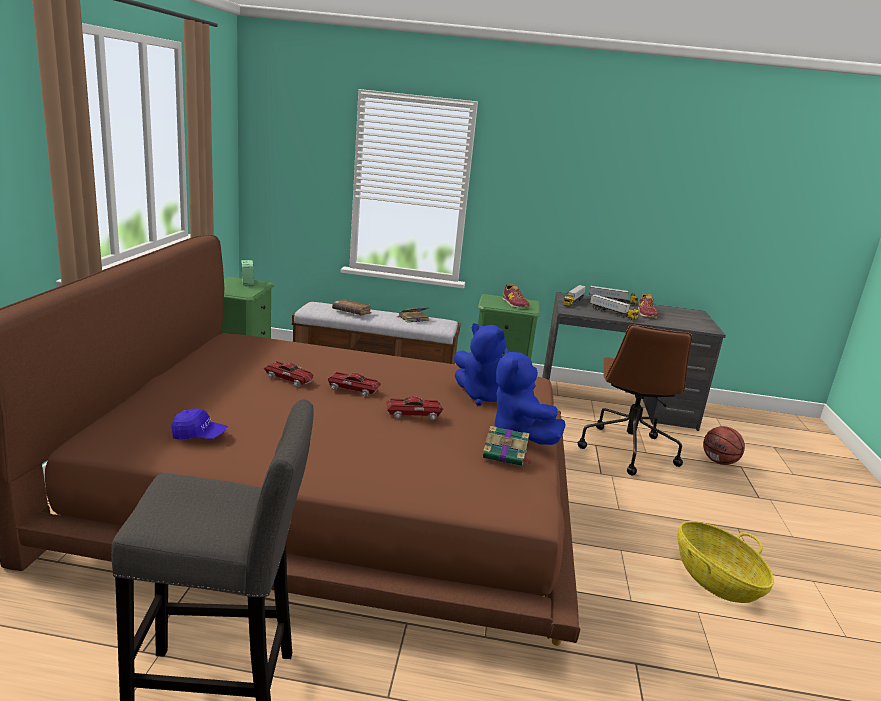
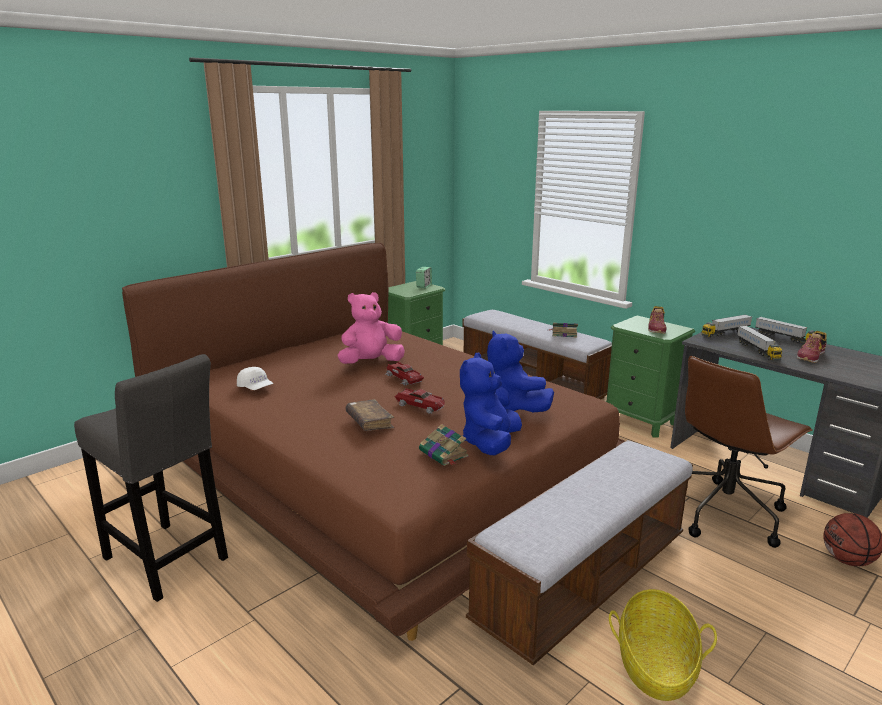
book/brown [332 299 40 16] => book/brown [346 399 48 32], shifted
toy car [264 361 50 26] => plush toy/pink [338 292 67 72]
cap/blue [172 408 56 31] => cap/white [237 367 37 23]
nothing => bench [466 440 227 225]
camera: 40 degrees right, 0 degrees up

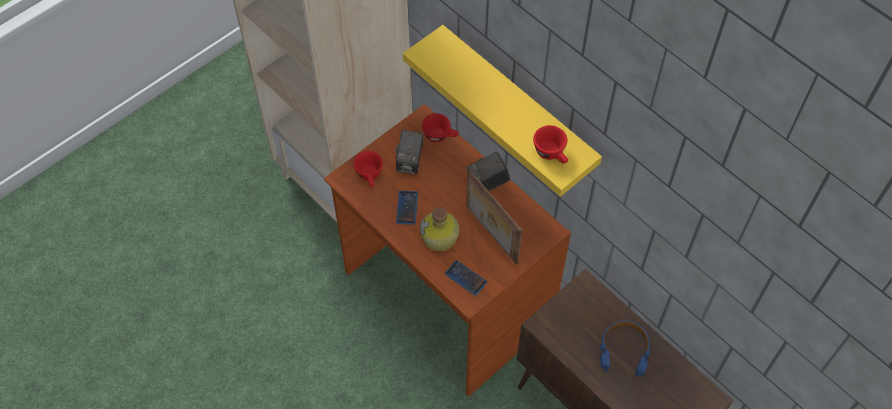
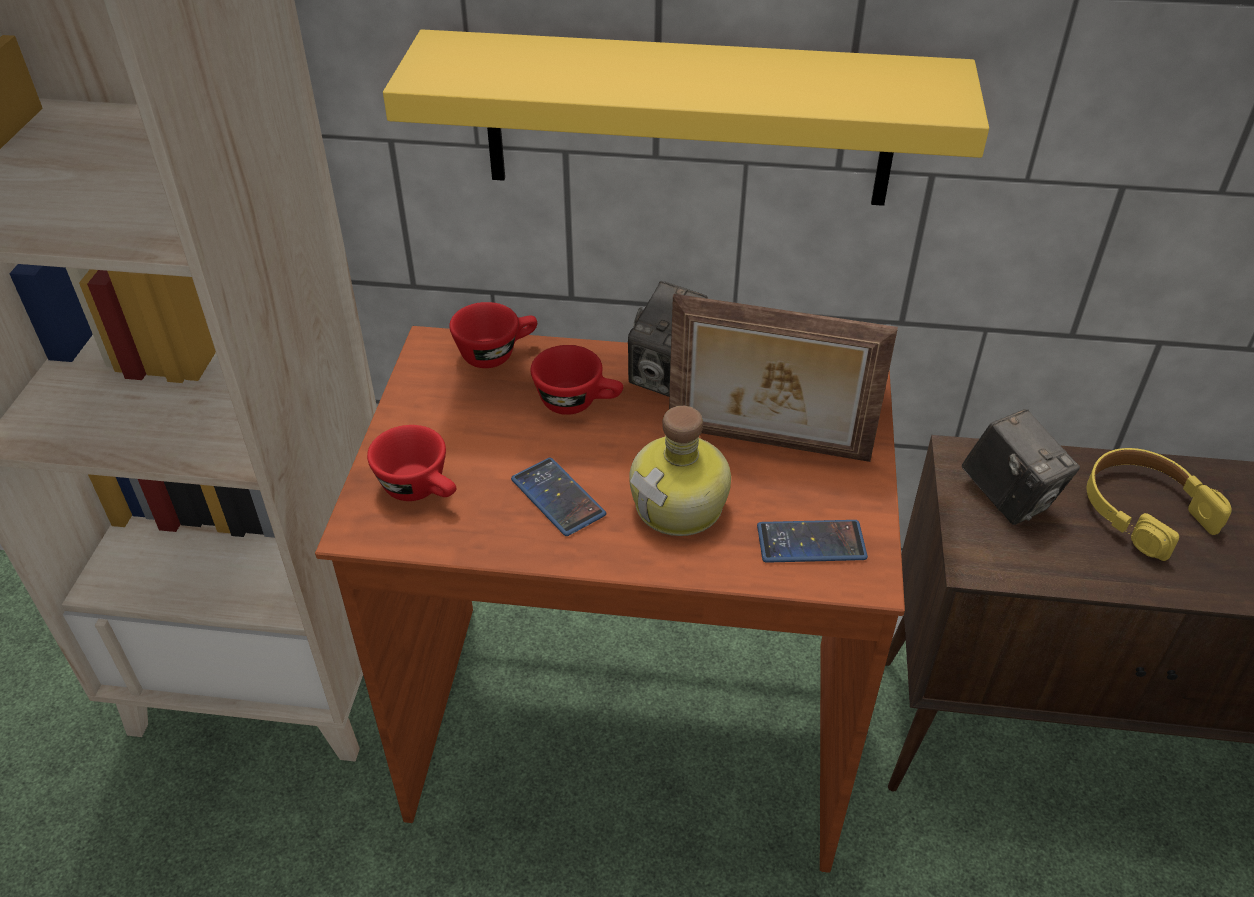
cup/red [533 125 35 38] => cup/red [531 345 92 70], shifted
photo camera [396 130 27 44] => photo camera [962 409 118 116], shifted
headphones/blue [600 320 50 57] => headphones/yellow [1087 448 145 113]
camera: 40 degrees left, 15 degrees down

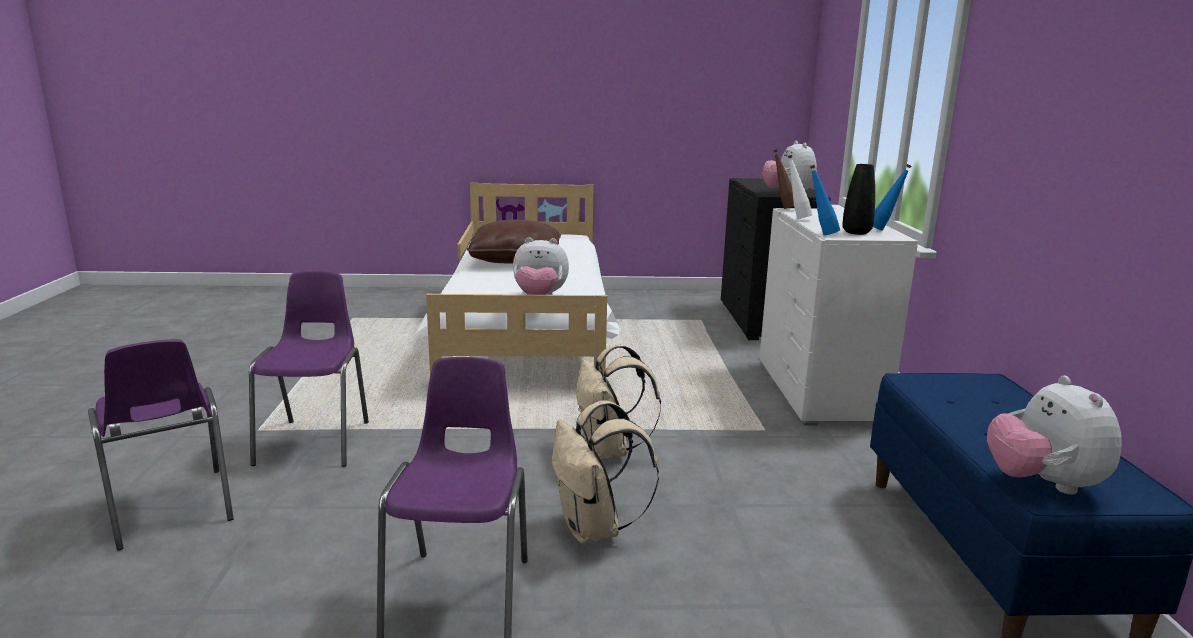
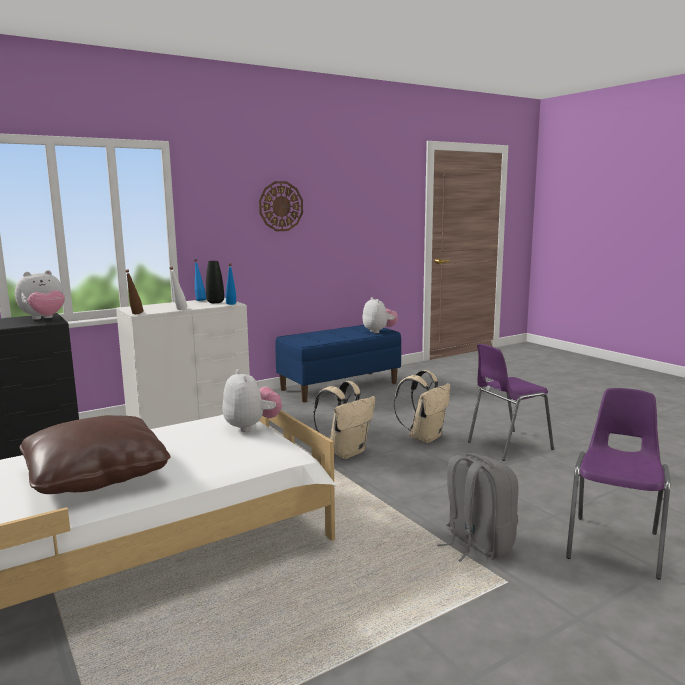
chair/purple [249 271 120 196] => backpack/grey [437 453 81 109]
plush toy [987 376 135 119] => plush toy [363 297 35 36], 75 degrees counterclockwise
nothing => wall clock [259 181 44 50]
camera: 120 degrees left, 5 degrees down

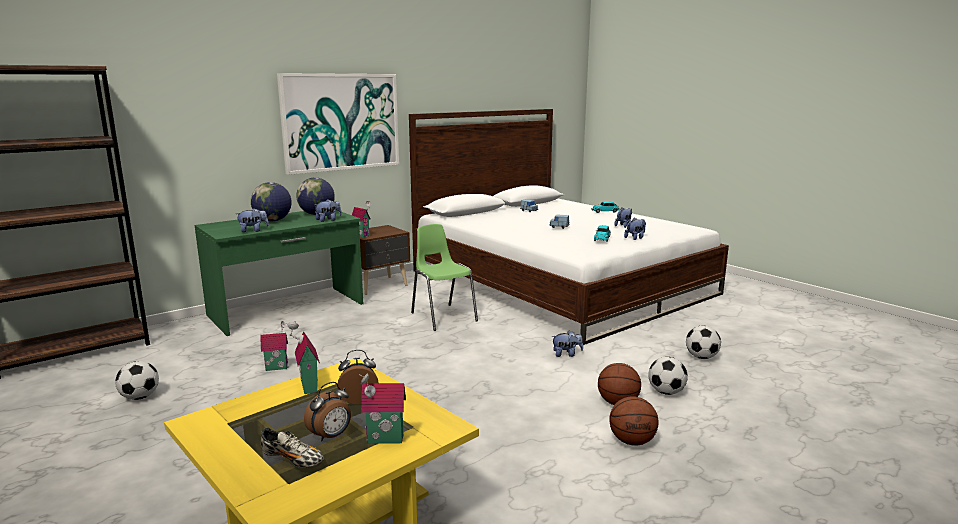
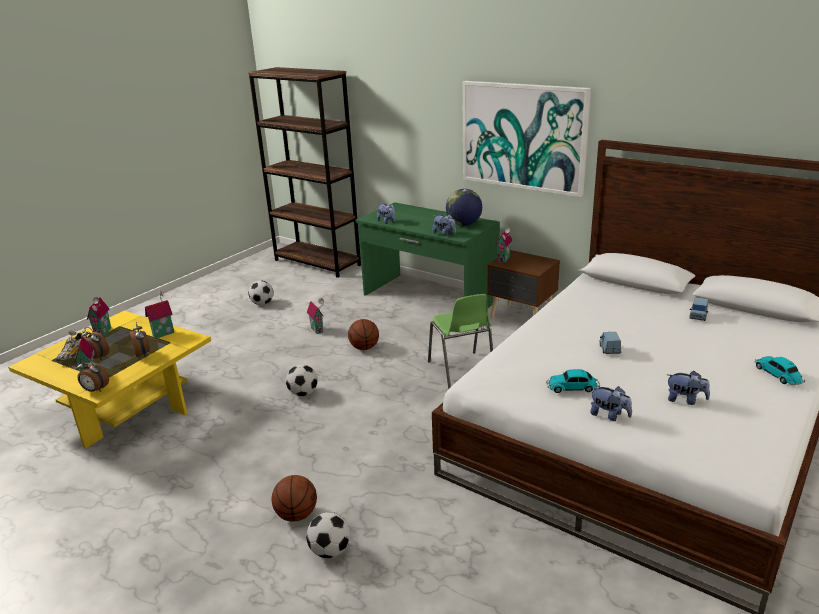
globe [251 182 41 39] => nothing
chair/green [411 224 67 107] => chair/green [428 294 65 96], 120 degrees clockwise
football [686 326 35 33] => football [286 365 32 31], shifted
plush toy [551 330 32 27] => nothing
basketball [609 396 50 50] => basketball [348 319 31 31], shifted
nothing => toy house [87 297 24 40]
nothing => alarm clock [76 358 33 34]
camera: 75 degrees right, 10 degrees up

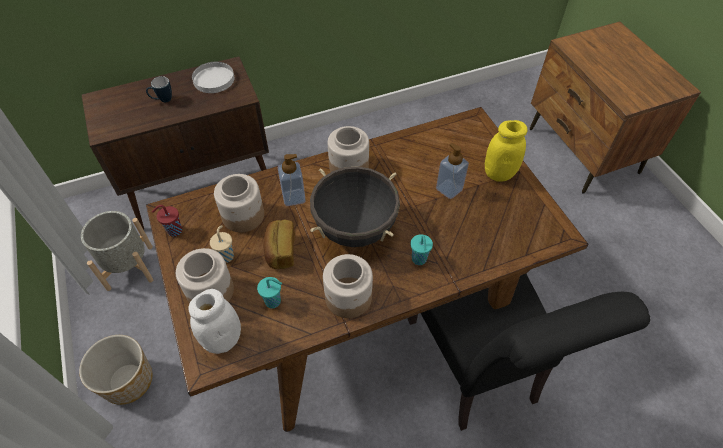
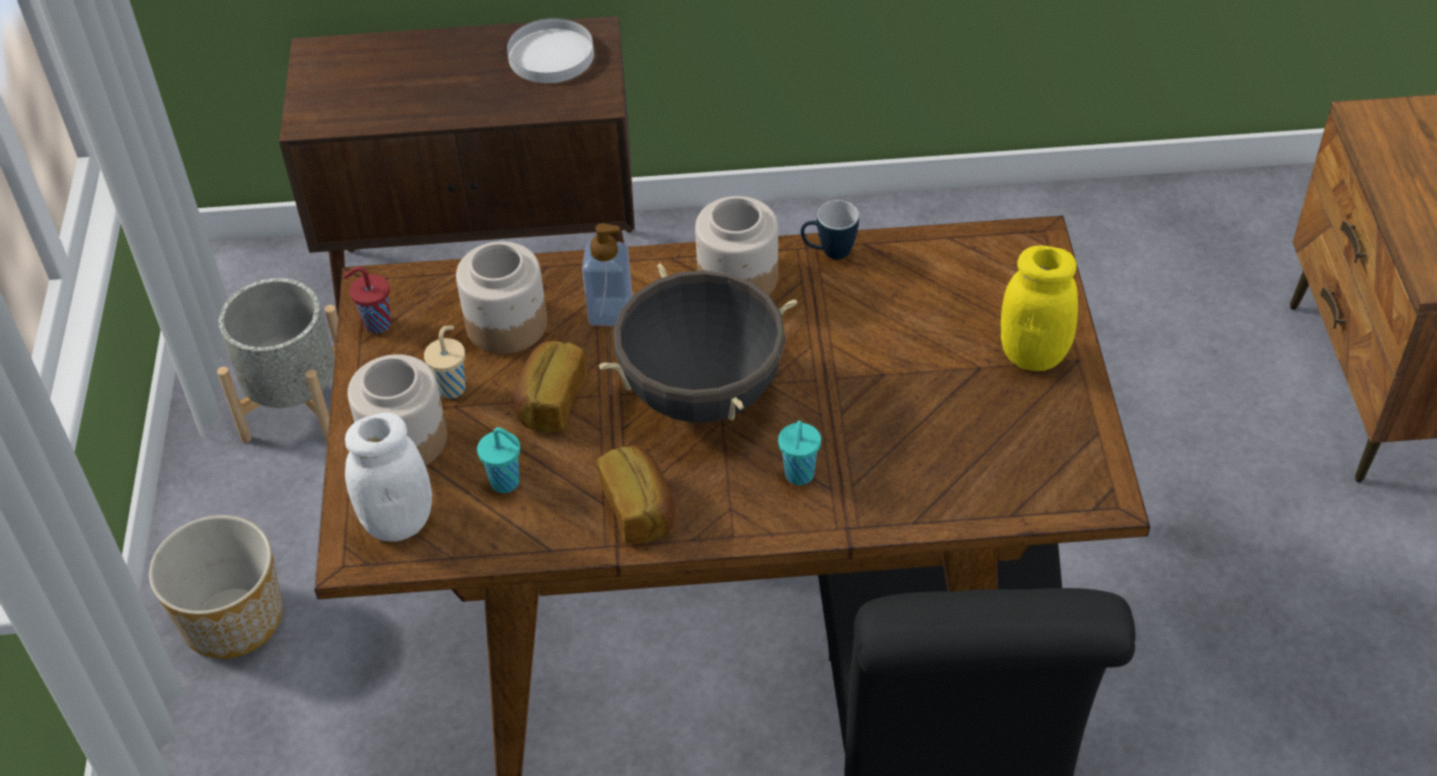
mug [146 76 26 26] => mug [801 200 58 60], shifted
soap dispenser [436 143 33 56] => nothing
jar [323 254 50 64] => bread [597 445 78 99]
camera: 20 degrees right, 5 degrees down

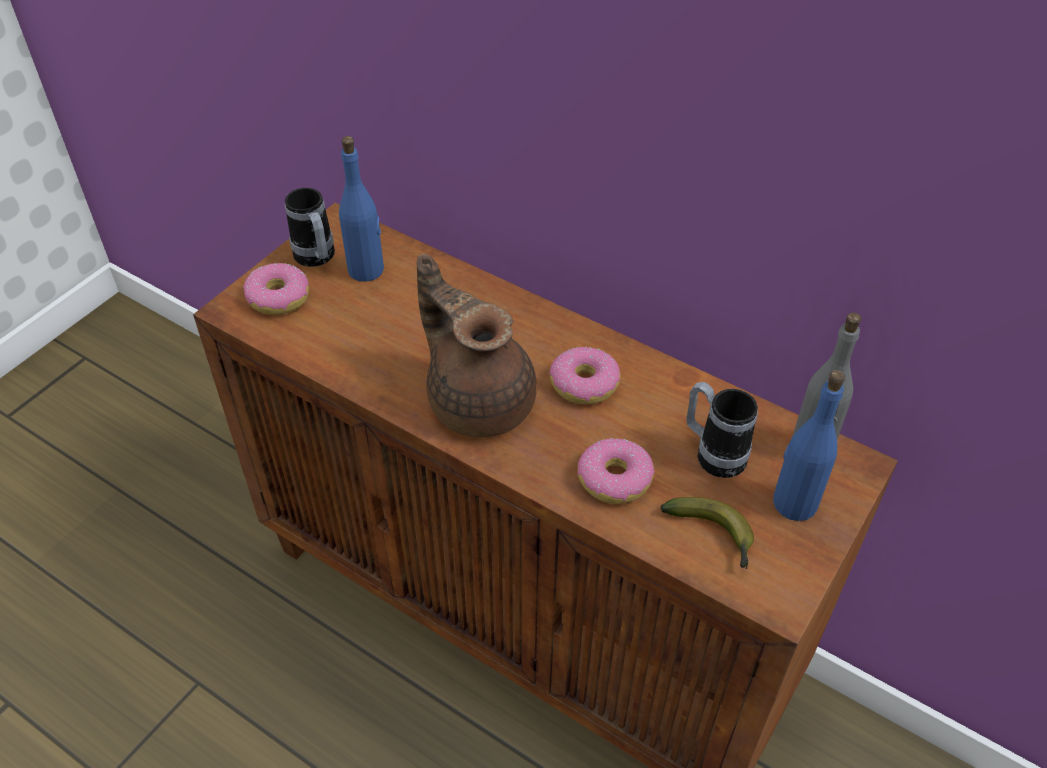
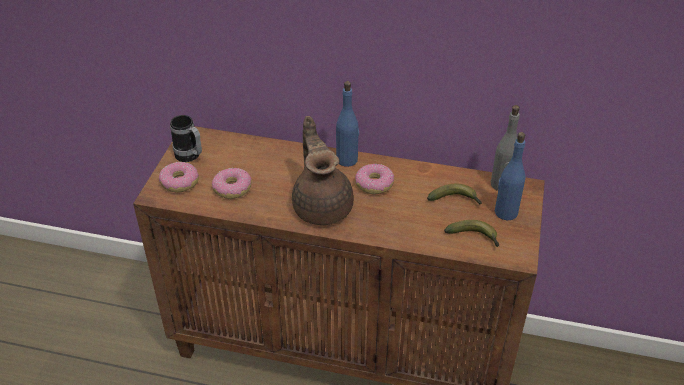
bottle/blue [339 136 45 146] => bottle/blue [336 81 23 86], shifted
teapot/brown [417 253 120 184] => teapot/brown [292 116 62 109], 45 degrees clockwise
mug [686 382 72 96] => banana [427 184 55 20]
donut [578 438 77 66] => donut [212 168 40 31], shifted
camera: 20 degrees left, 5 degrees down

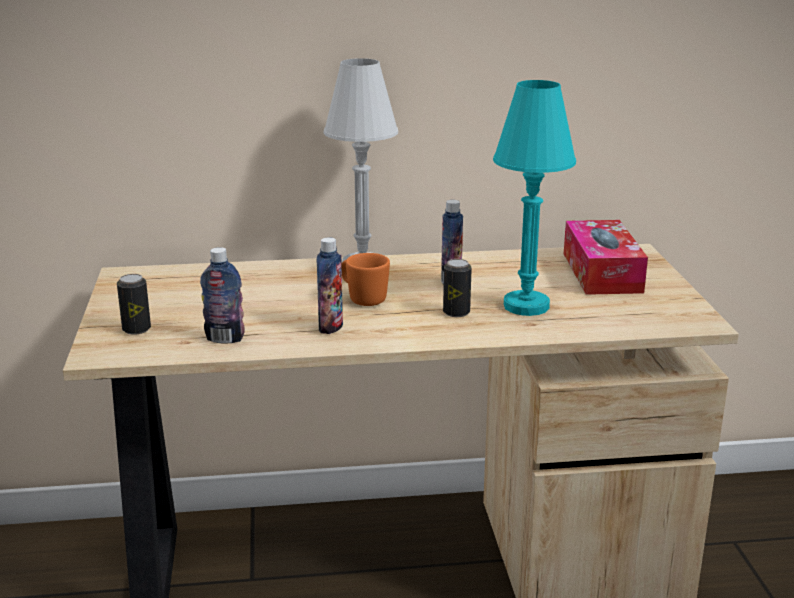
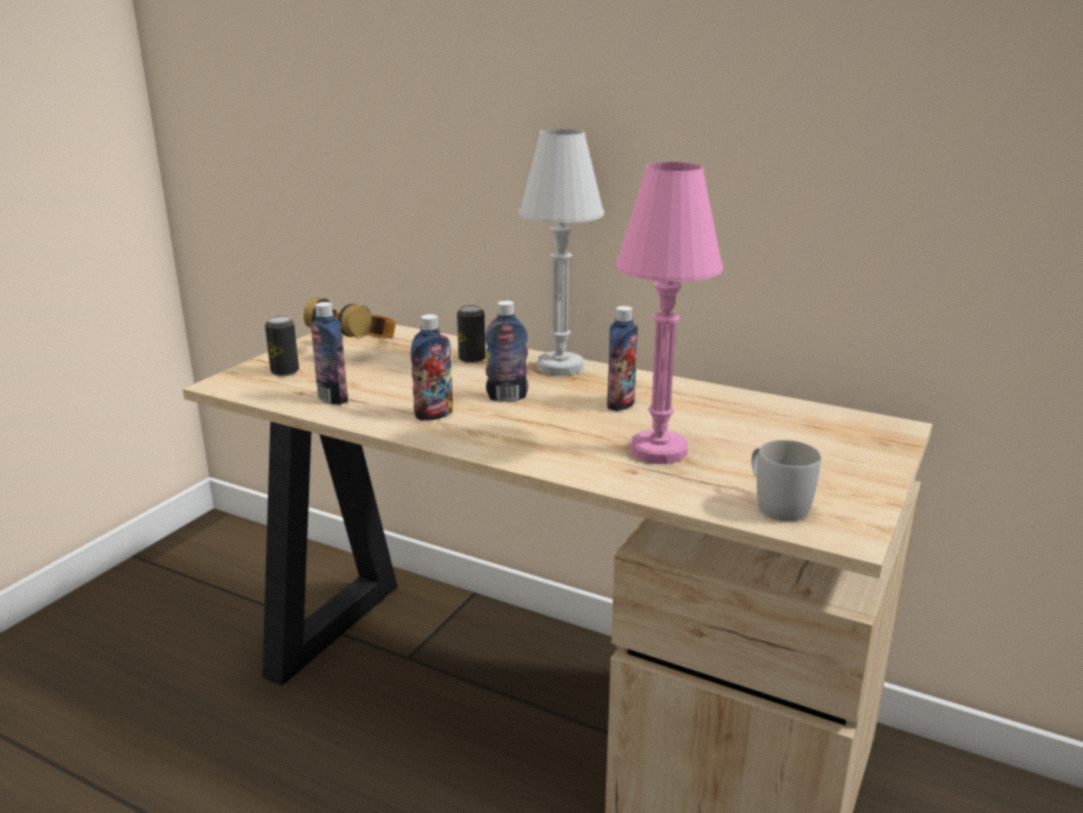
table lamp/turquoise [493 80 83 236] => table lamp/pink [616 162 107 302]
tissue box [564 220 84 75] => nothing
mug/orange [341 253 49 53] => bottle [485 301 44 101]
can [443 259 29 58] => can [457 305 28 58], shifted
nothing => headphones [304 297 92 42]
nothing => mug/white [751 440 70 81]
camera: 35 degrees right, 0 degrees up

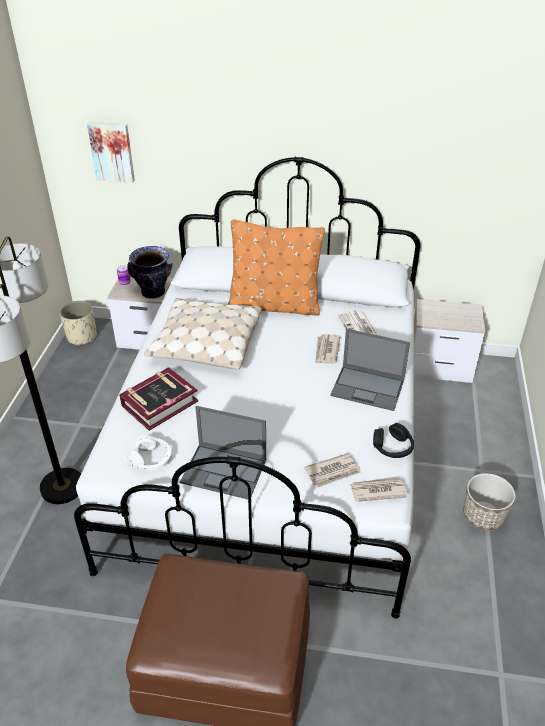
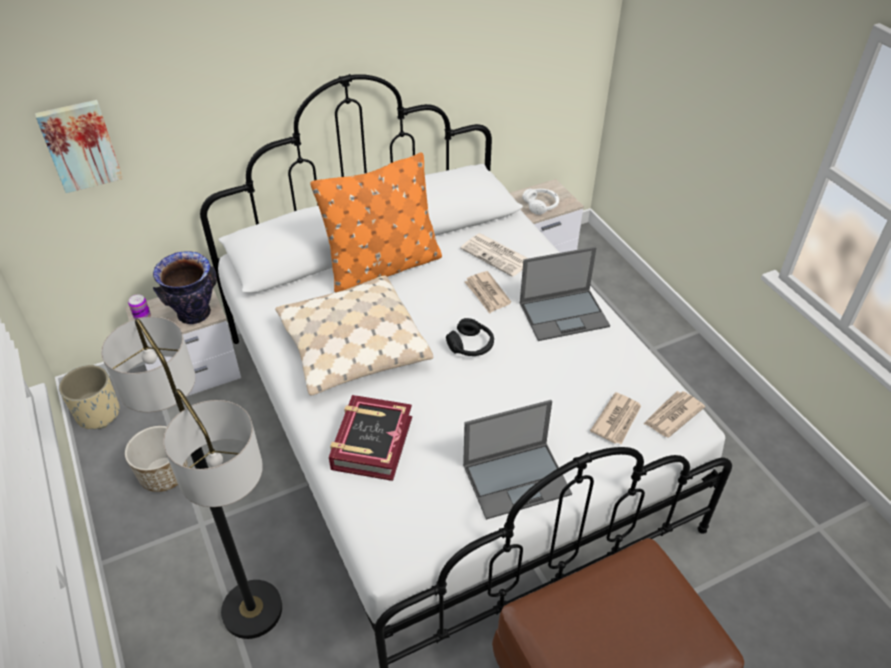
headphones/black [373 423 41 35] => headphones/black [446 318 48 38], shifted
headphones/white [127 435 45 35] => headphones/white [522 189 37 26], shifted
planter [463 473 53 57] => planter [125 426 63 66], shifted
camera: 35 degrees left, 5 degrees up

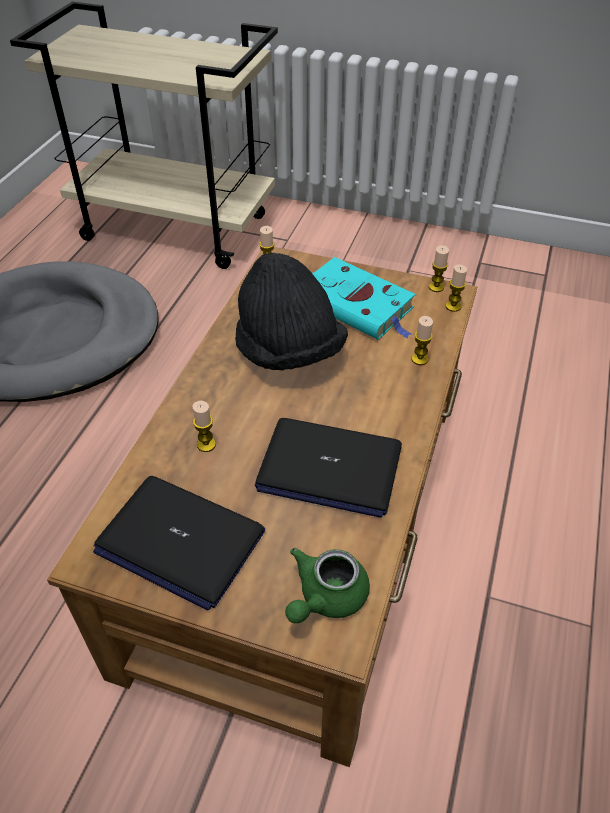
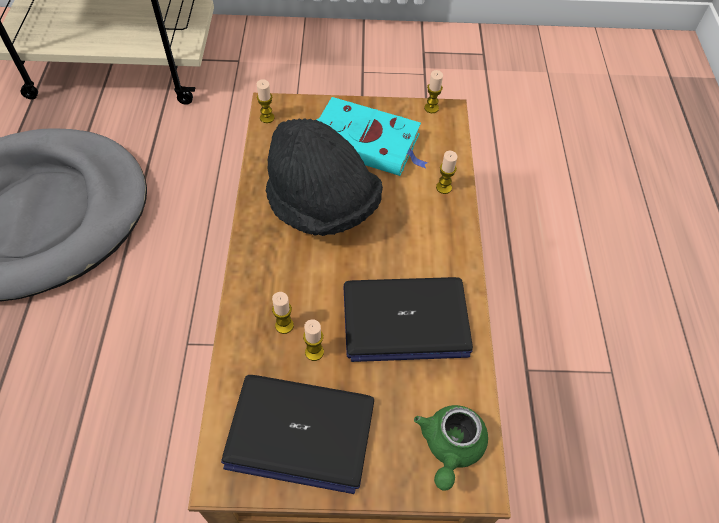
candle [446 264 21 48] => candle [303 319 21 42], shifted
camera: 20 degrees left, 10 degrees up

